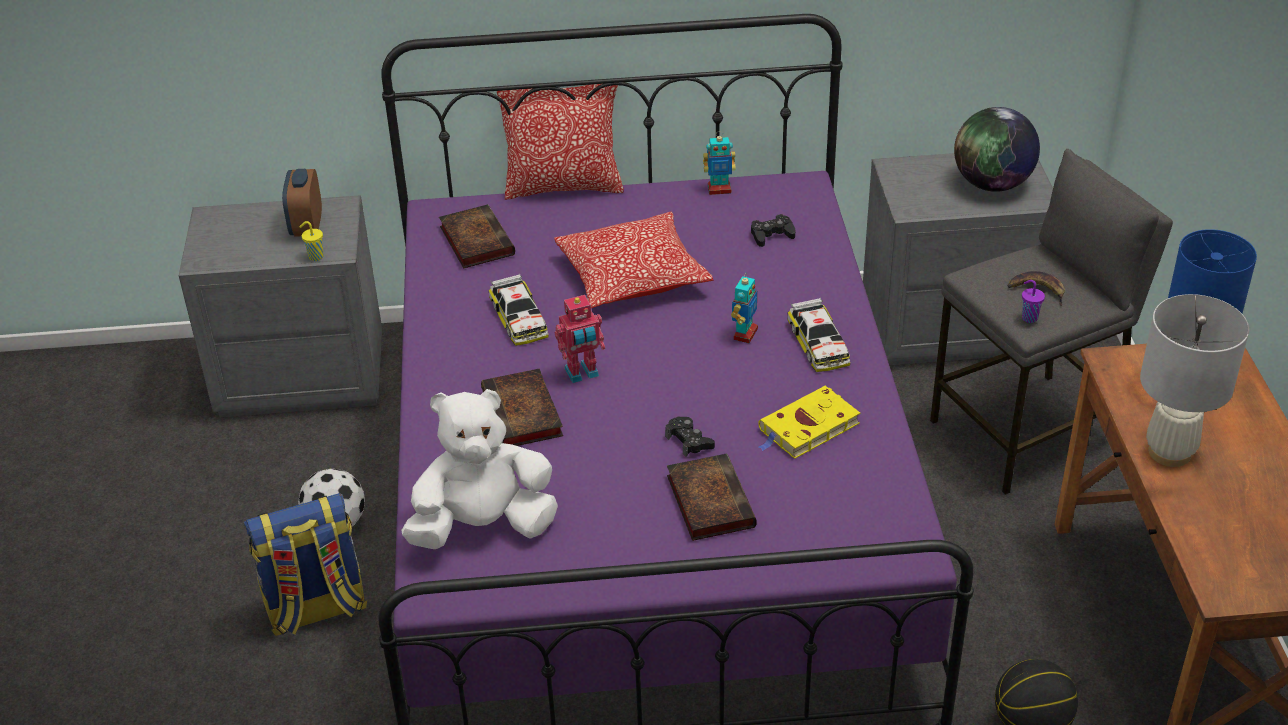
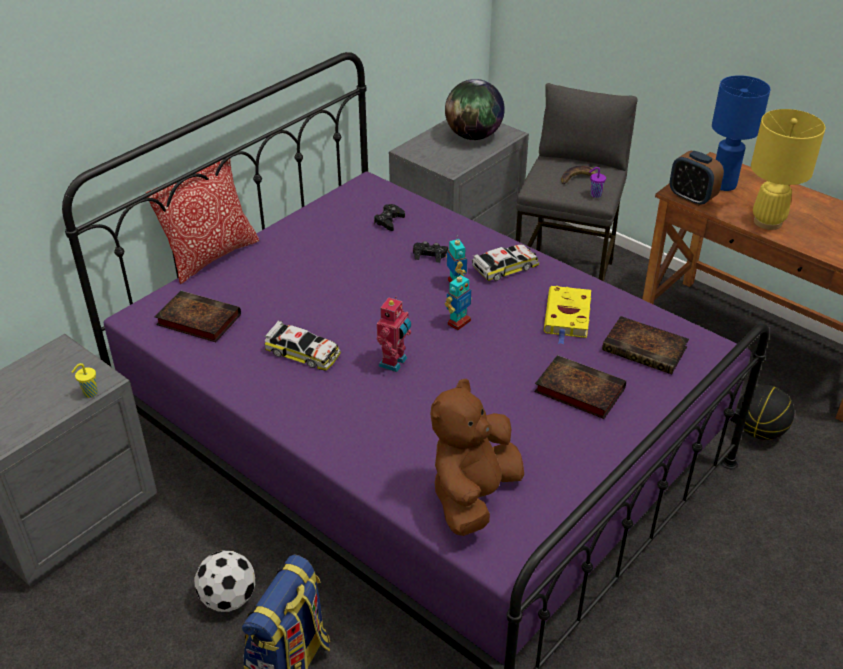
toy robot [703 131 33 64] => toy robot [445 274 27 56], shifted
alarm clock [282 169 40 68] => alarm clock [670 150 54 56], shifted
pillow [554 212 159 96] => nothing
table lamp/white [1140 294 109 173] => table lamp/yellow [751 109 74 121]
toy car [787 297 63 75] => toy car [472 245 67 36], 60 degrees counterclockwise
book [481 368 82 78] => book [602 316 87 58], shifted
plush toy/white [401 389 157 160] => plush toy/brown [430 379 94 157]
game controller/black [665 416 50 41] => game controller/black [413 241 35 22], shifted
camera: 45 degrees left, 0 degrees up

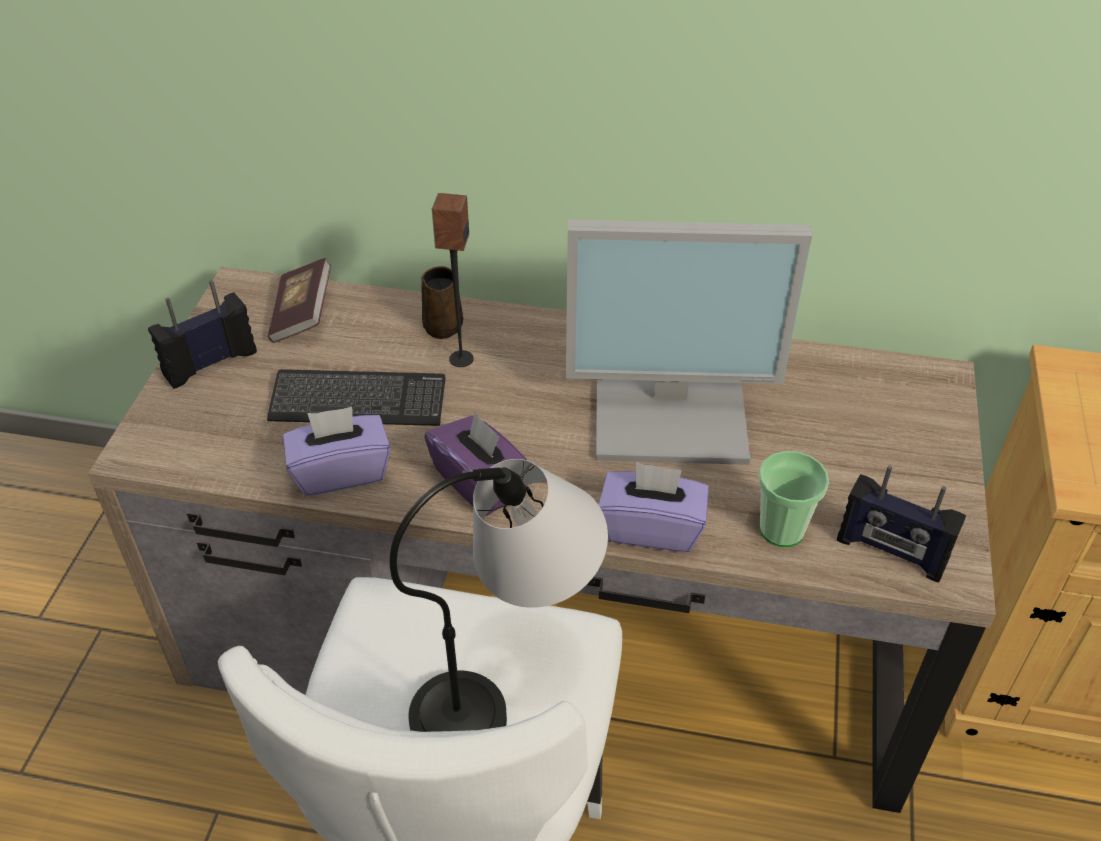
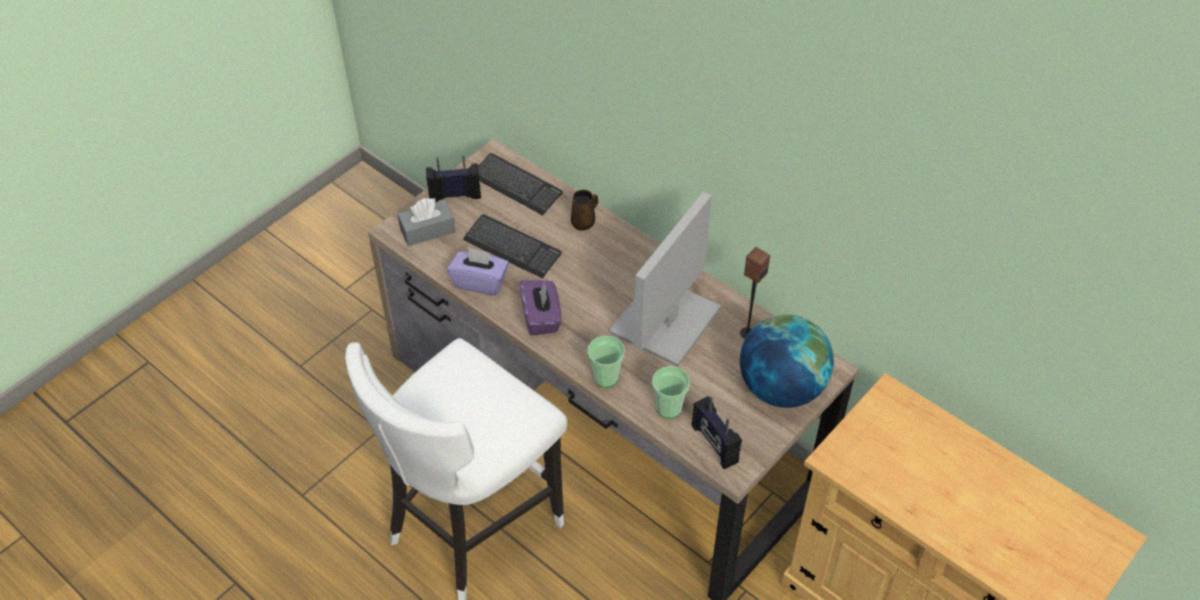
speaker [432 193 42 174] => speaker [740 247 30 92], shifted
monitor [566 220 246 245] => monitor [609 192 112 175], 90 degrees clockwise
book [268 258 63 85] => keyboard [478 153 85 62]
table lamp [390 459 218 273] => nothing
tissue box/purple [599 462 110 90] => cup [587 336 38 52]
nothing => tissue box/grey [398 198 58 48]
nothing => globe [740 314 94 94]
camera: 30 degrees right, 5 degrees up

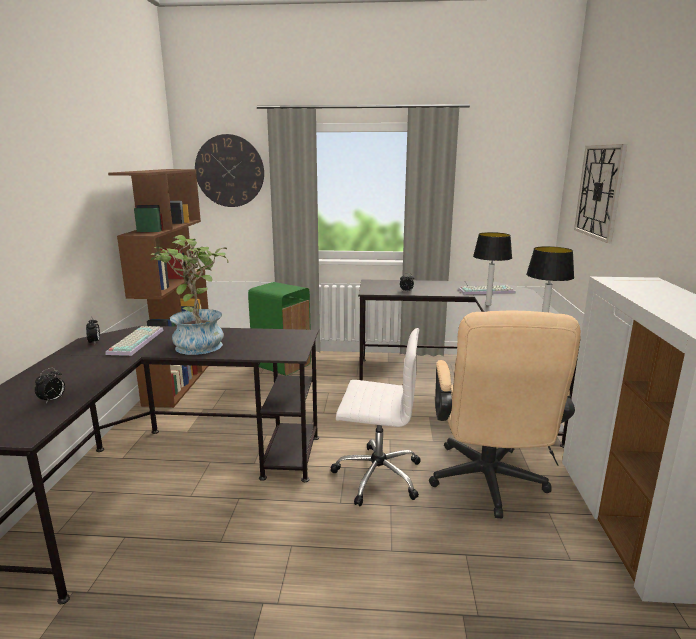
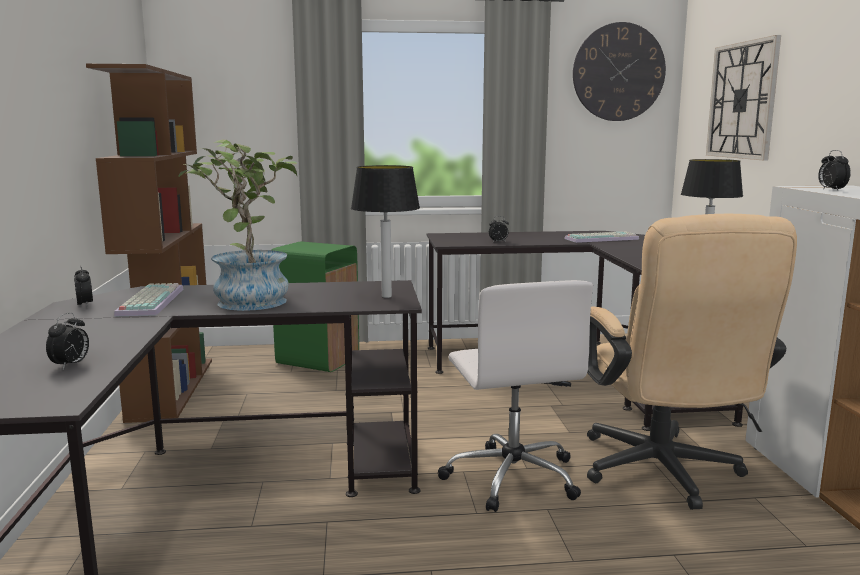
wall clock [195 134 69 73] => wall clock [573 22 93 99], shifted
table lamp [473 232 39 74] => table lamp [351 165 69 133], shifted
office chair/white [330 328 91 178] => office chair/white [438 280 155 232], 75 degrees clockwise
nothing => alarm clock [818 150 33 41]
camera: 10 degrees left, 5 degrees down

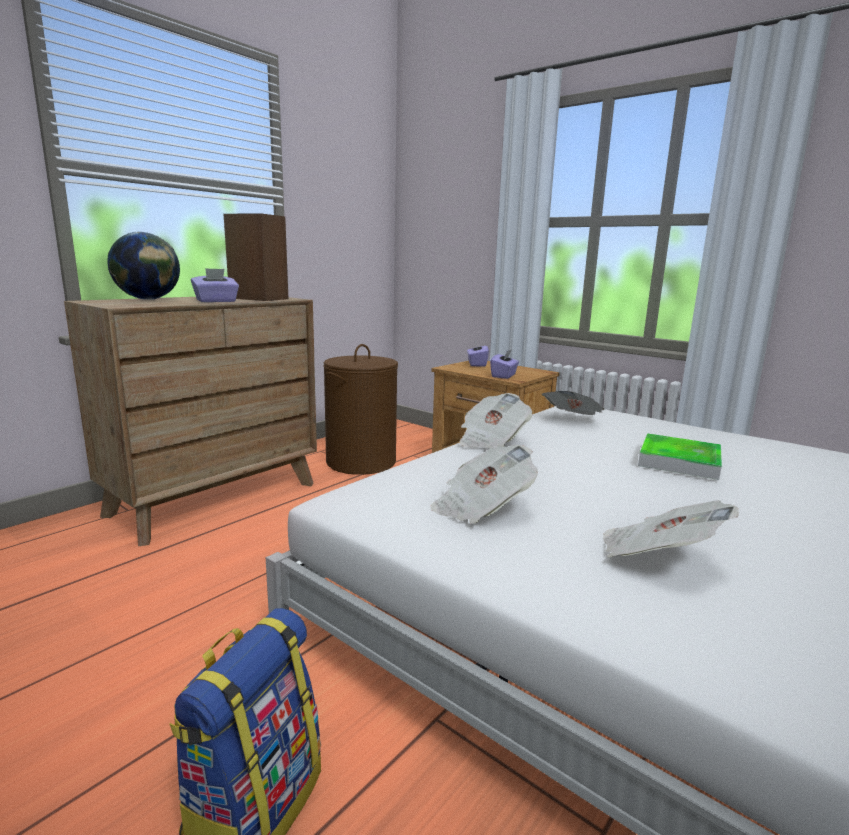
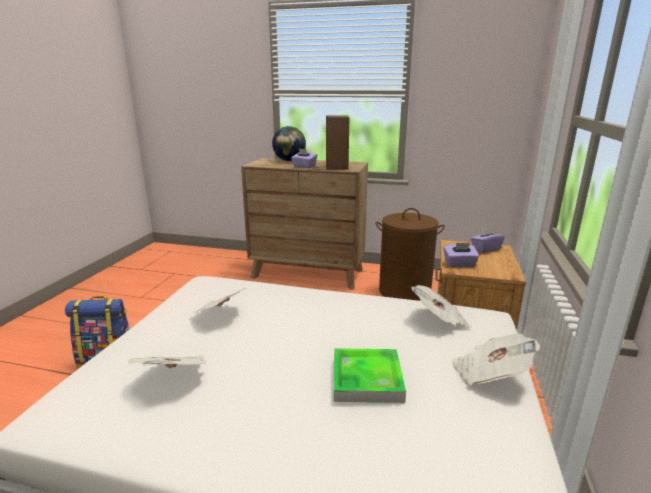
newspaper [459 393 73 55] => newspaper [452 333 89 52], shifted
camera: 65 degrees right, 5 degrees up

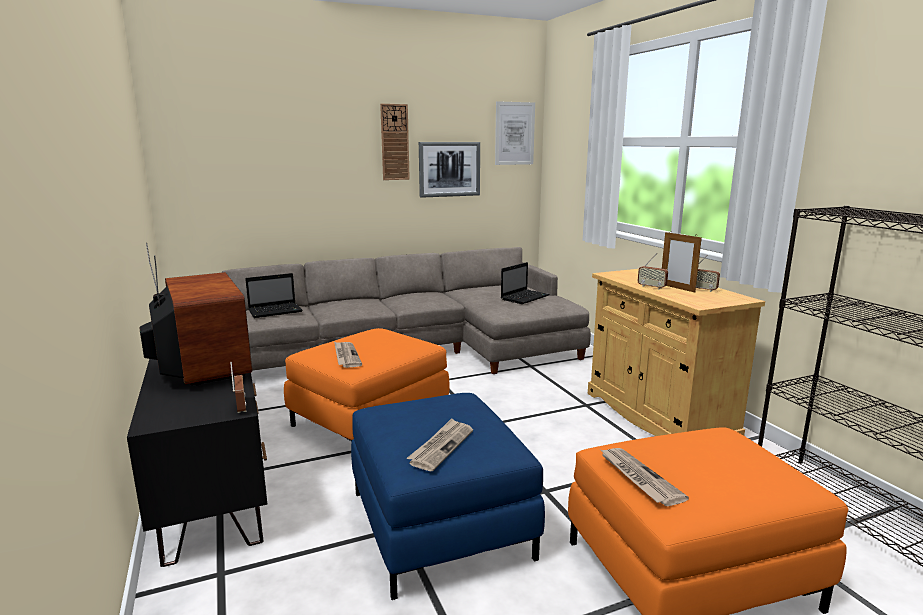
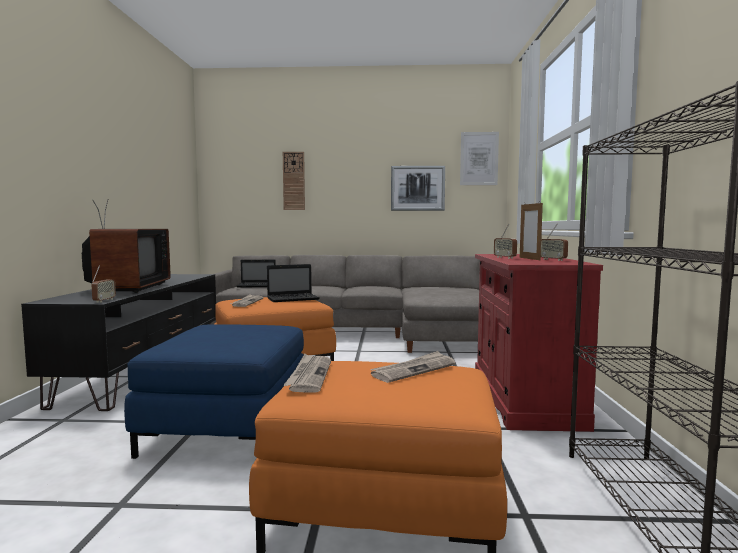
wall clock [380 104 30 76] => wall clock [283 152 22 58], shifted
laptop [501 262 49 42] => laptop [267 264 53 38], shifted
cabinet/beige [588 269 177 167] => cabinet/red [475 254 128 178]
newspaper [407 418 66 53] => newspaper [370 351 86 32], shifted
camera: 25 degrees right, 10 degrees down

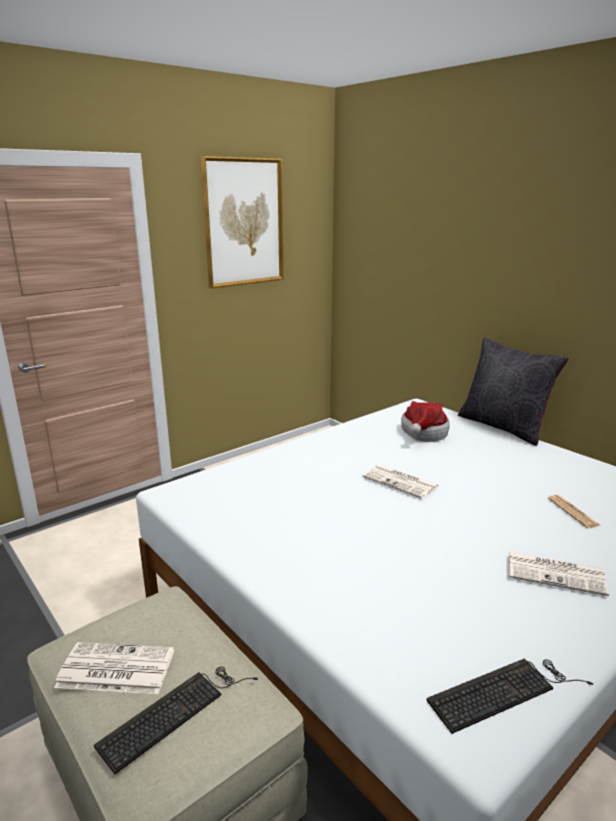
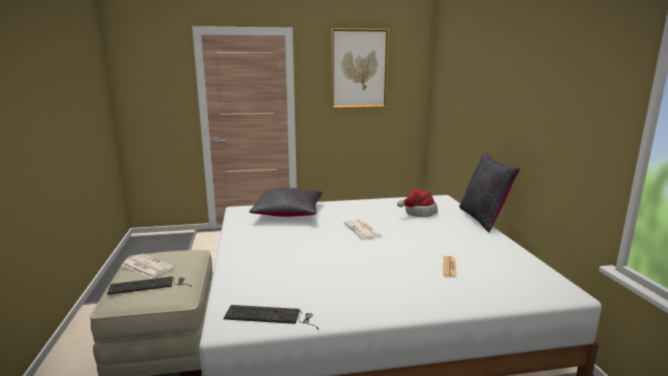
newspaper [509 552 100 44] => nothing
nothing => pillow/black [249 188 74 29]
camera: 30 degrees right, 5 degrees down

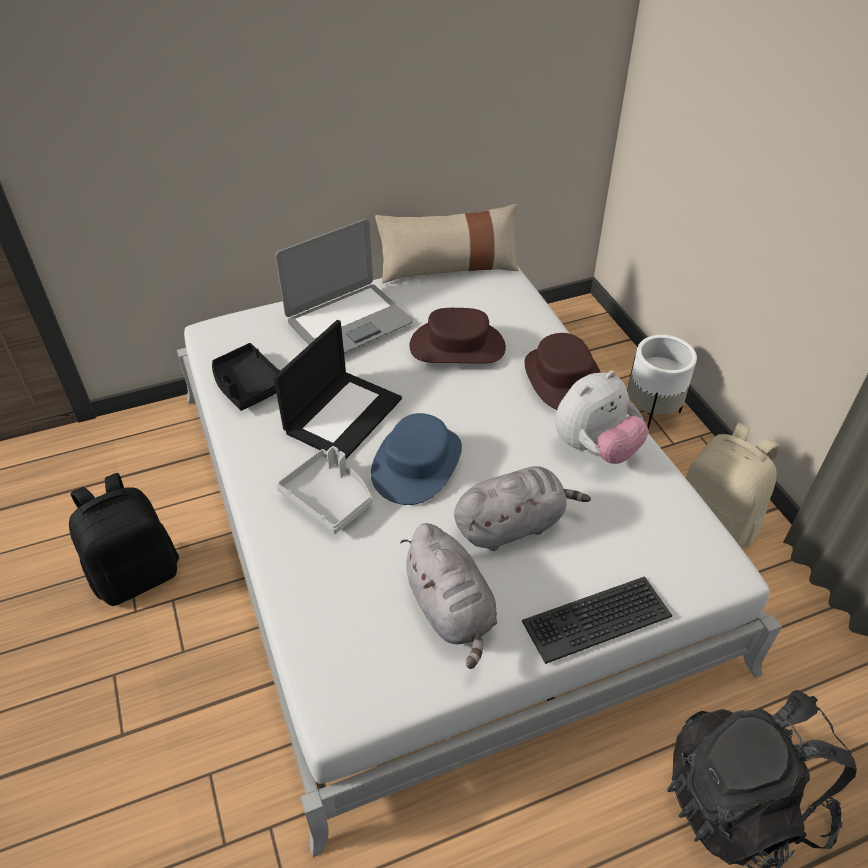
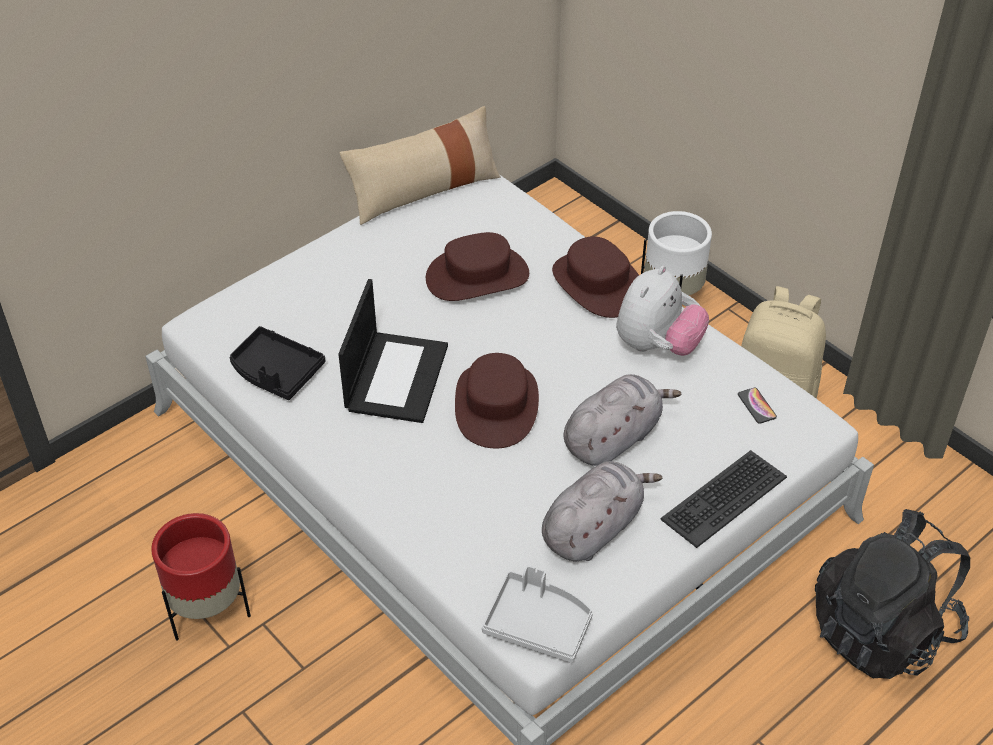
laptop [275 219 138 134] => nothing
hat/blue [371 413 91 92] => hat/brown [455 353 84 95]
tray/grey [276 446 96 88] => tray/grey [482 565 111 98], shifted
backpack/black [69 473 110 133] => planter/red [151 513 100 128]
plush toy/grey [400 523 97 146] => plush toy/grey [542 461 120 101], 90 degrees counterclockwise
nothing => phone [738 388 39 36]
camera: 20 degrees left, 0 degrees up

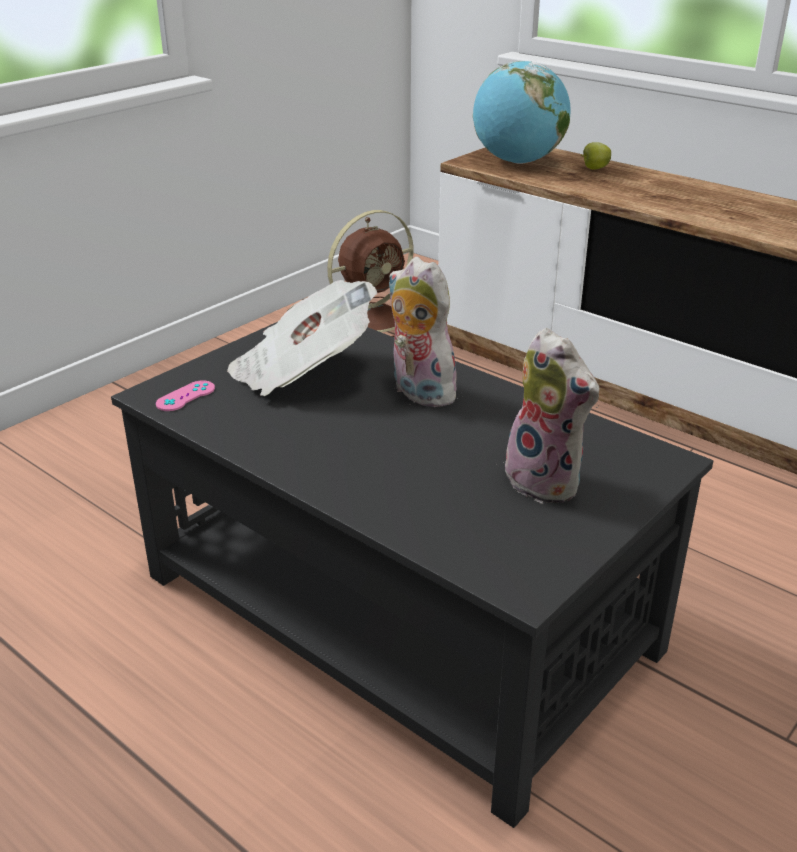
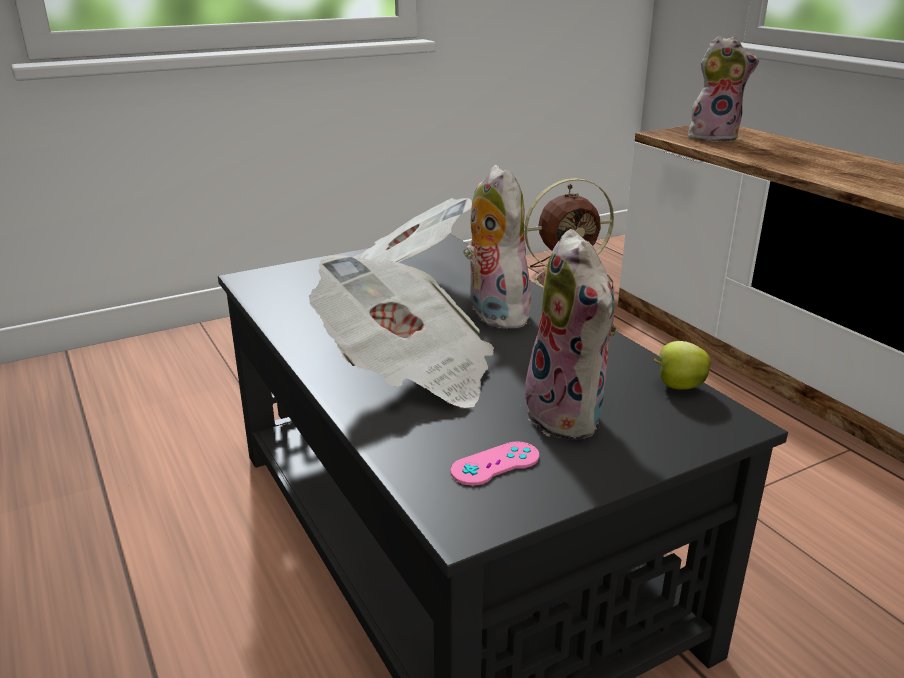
globe [473 61 97 103] => plush toy [688 36 71 106]
apple [581 142 30 28] => apple [653 341 58 49], shifted
game controller/pink [156 380 59 31] => game controller/pink [451 441 88 44], shifted
nothing => newspaper [309 254 185 154]
camera: 20 degrees right, 5 degrees down

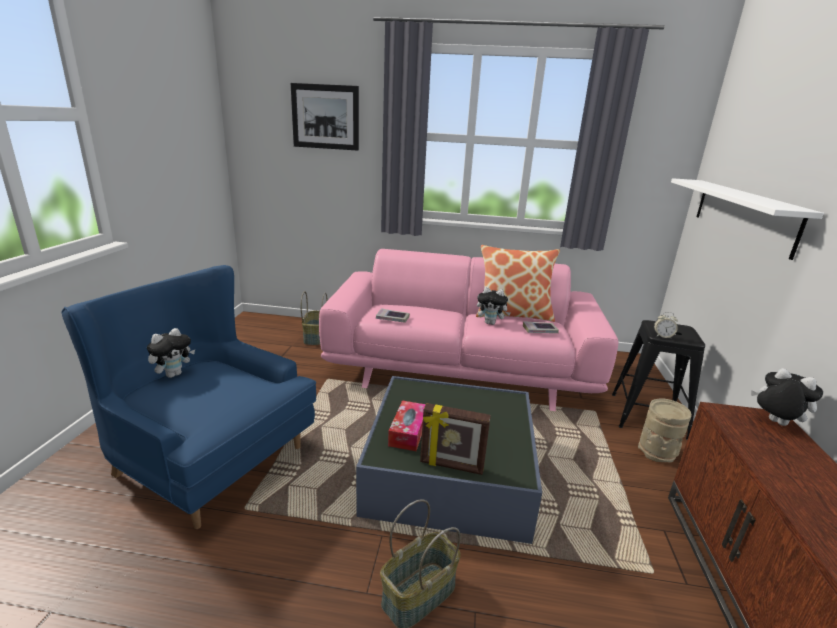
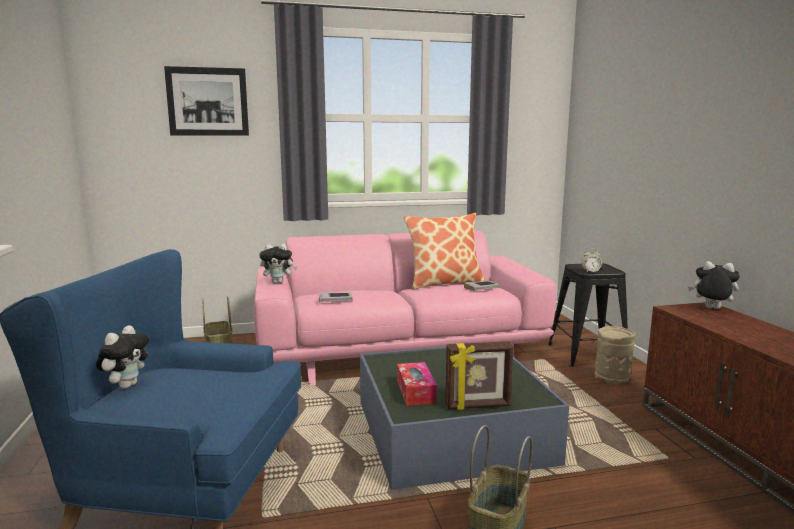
shelf/white [671 178 153 82] => nothing
plush toy [477 287 34 38] => plush toy [259 244 38 39], shifted
camera: 20 degrees left, 10 degrees down

